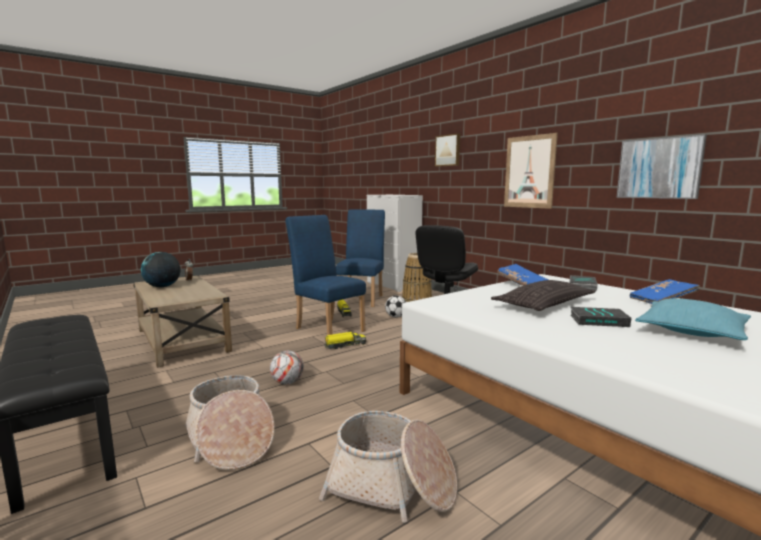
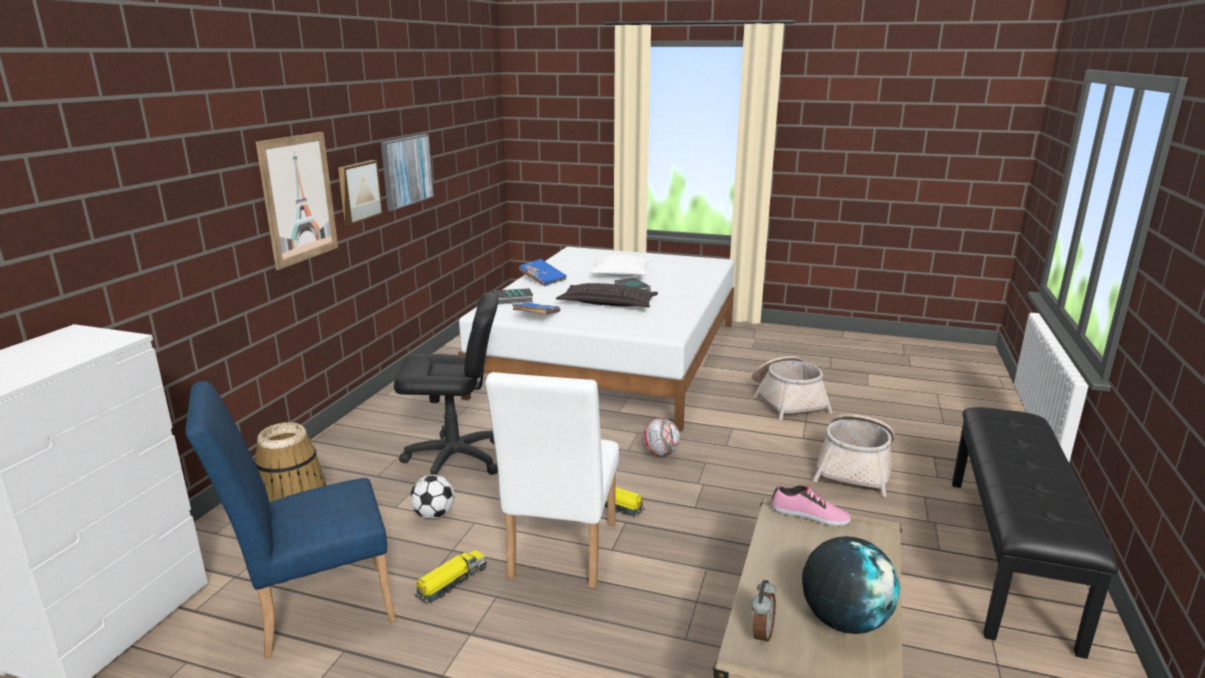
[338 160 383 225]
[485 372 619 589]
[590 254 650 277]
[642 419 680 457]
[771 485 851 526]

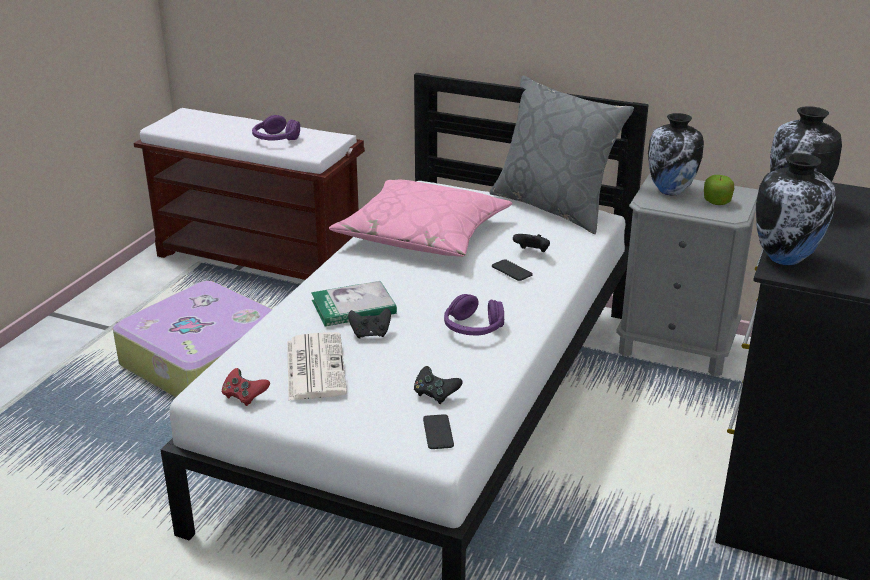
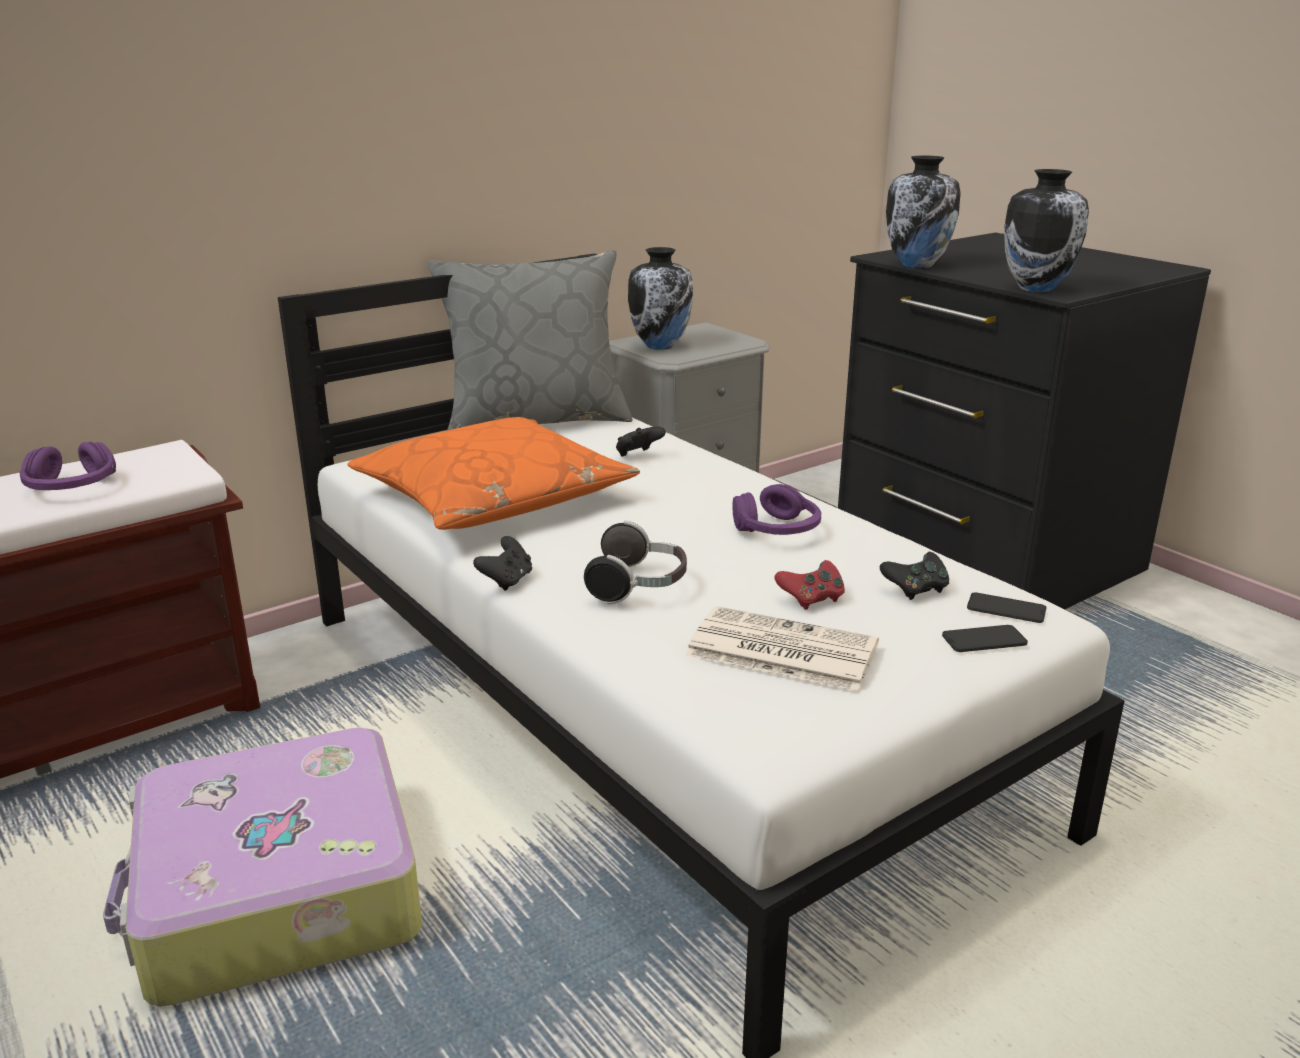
[704 175 734 205] (first image)
[348 417 640 530]
[942 625 1028 652]
[584 521 687 604]
[473 536 532 591]
[774 560 845 610]

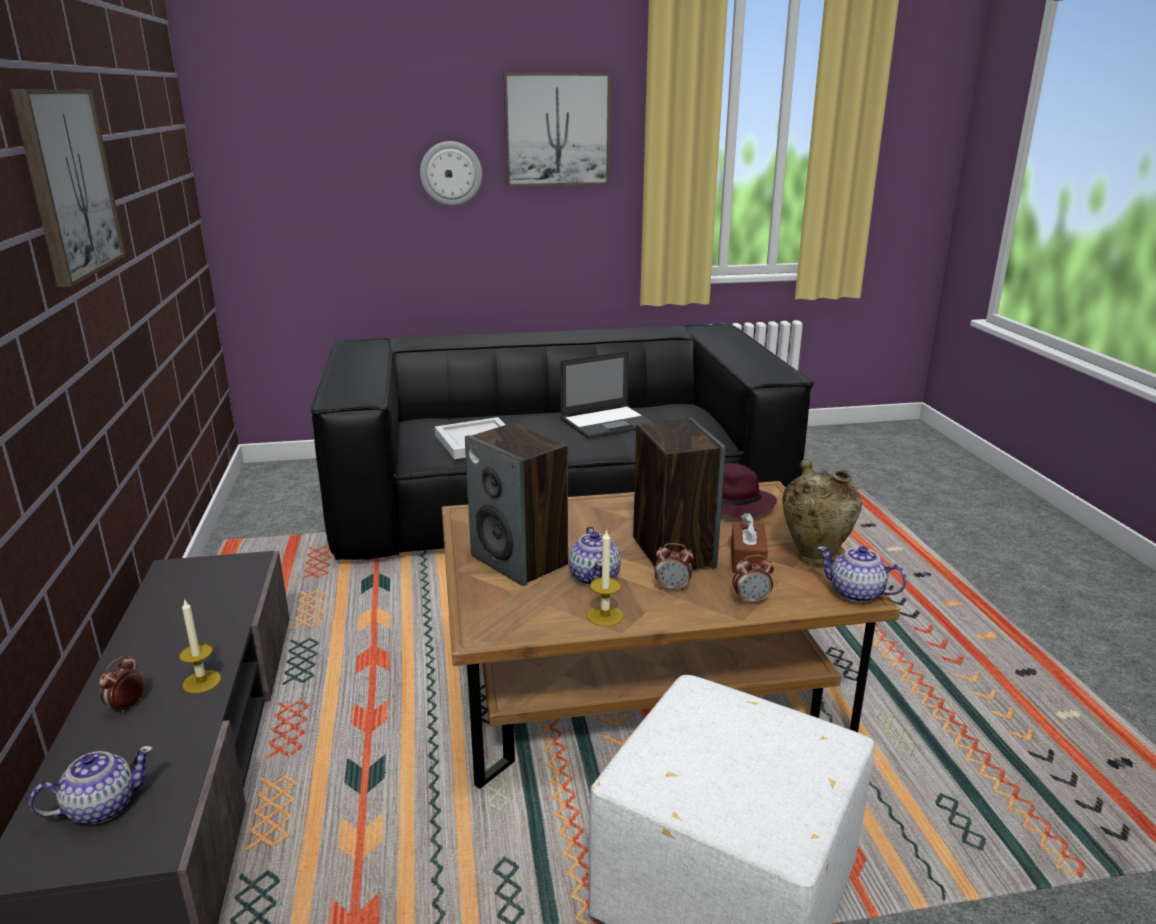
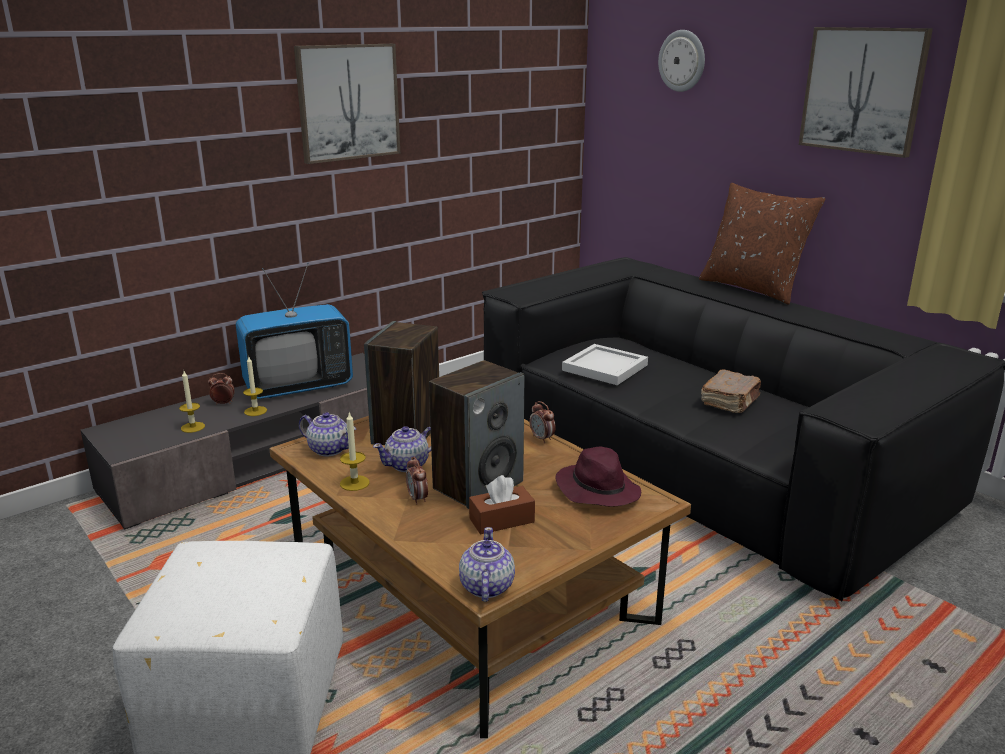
[658 30 705 92]
[701 369 761 413]
[783 459 862 565] (first image)
[529 401 556 443]
[299 412 357 456]
[699 183 825 305]
[236 263 353 399]
[179 371 205 433]

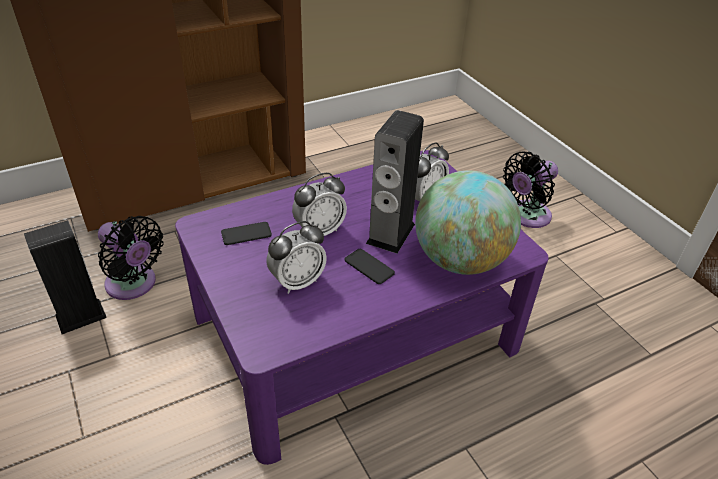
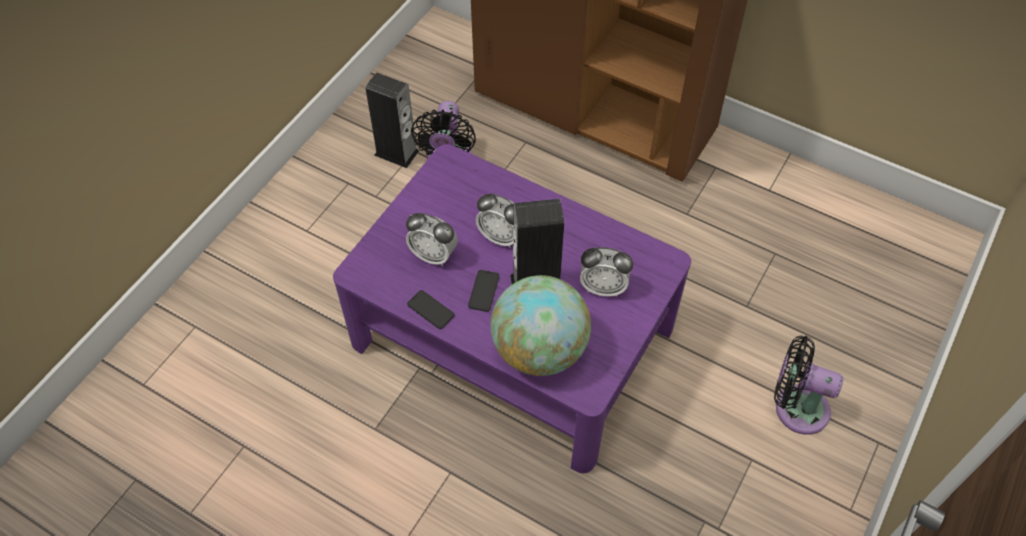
[407 290 455 329]

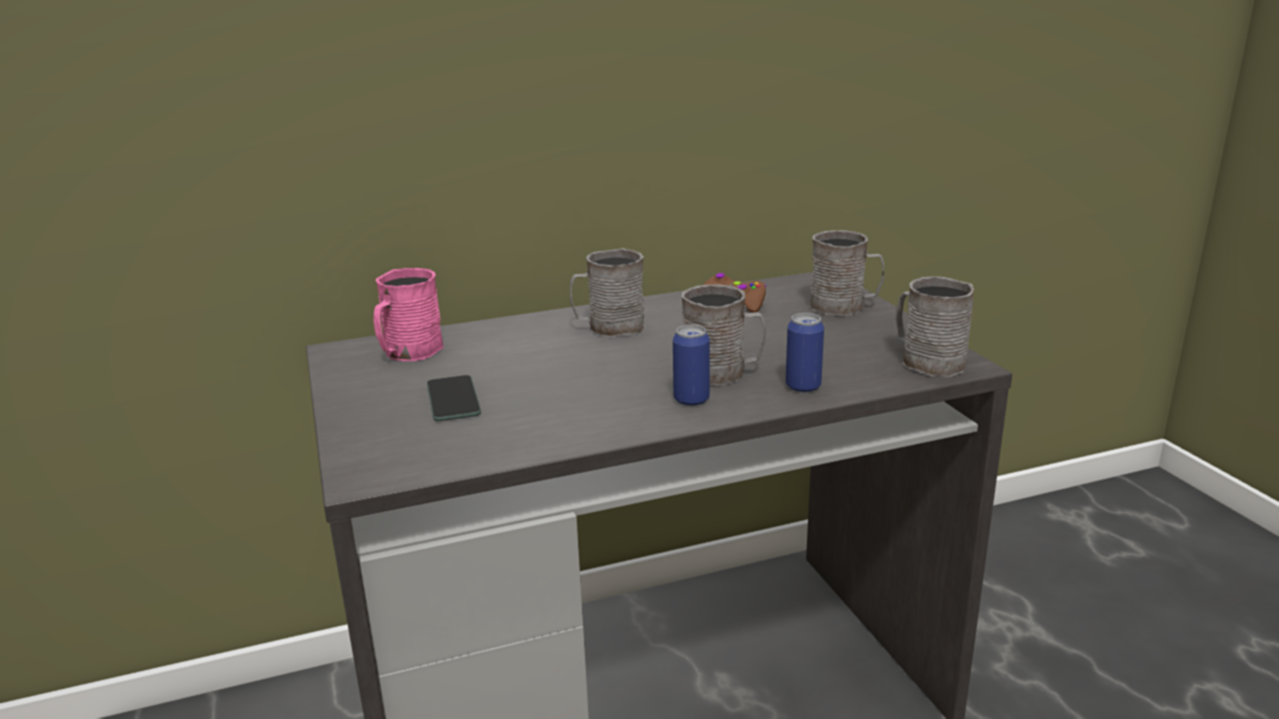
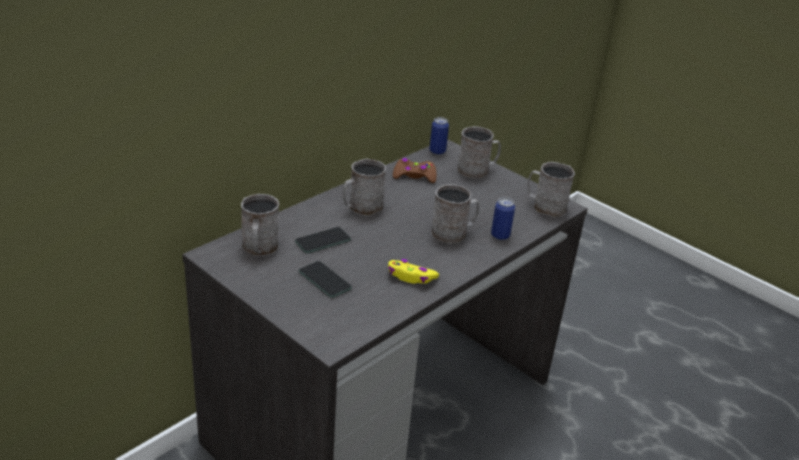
[241 194 279 256]
[429 117 449 155]
[295 227 351 253]
[388 259 439 284]

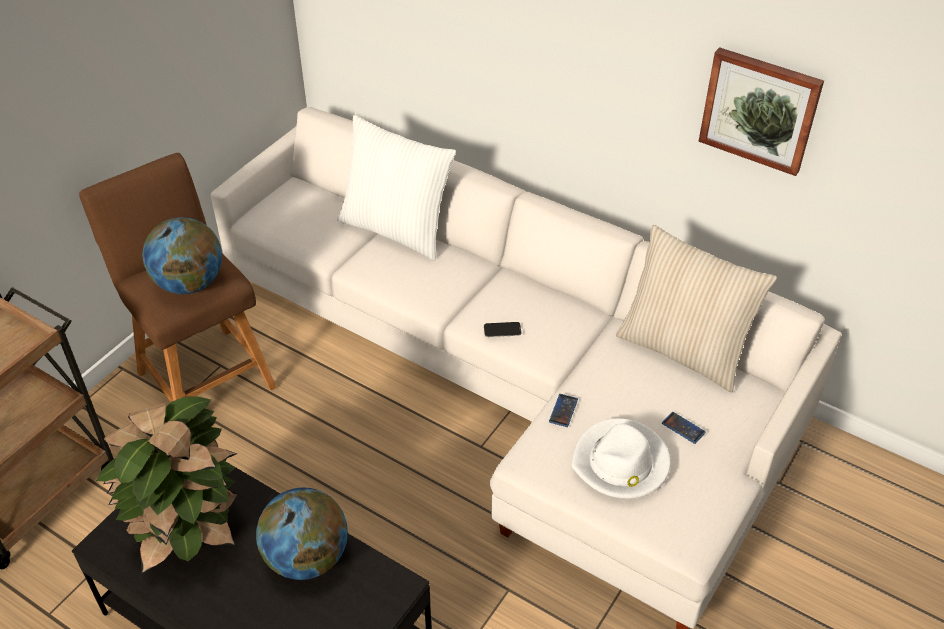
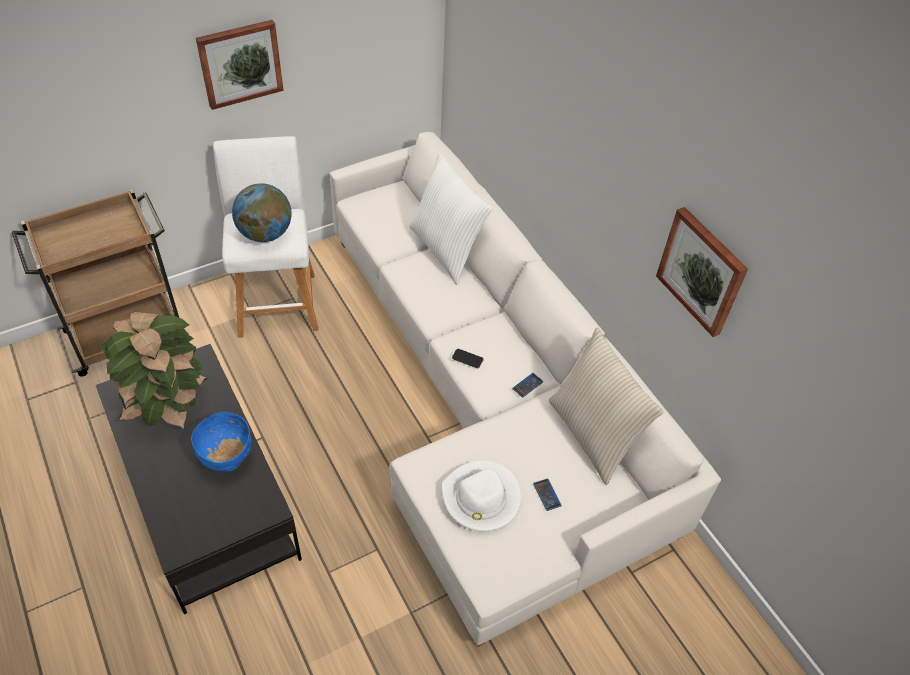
[213 136 319 338]
[512 373 543 398]
[191 412 252 472]
[196 20 284 110]

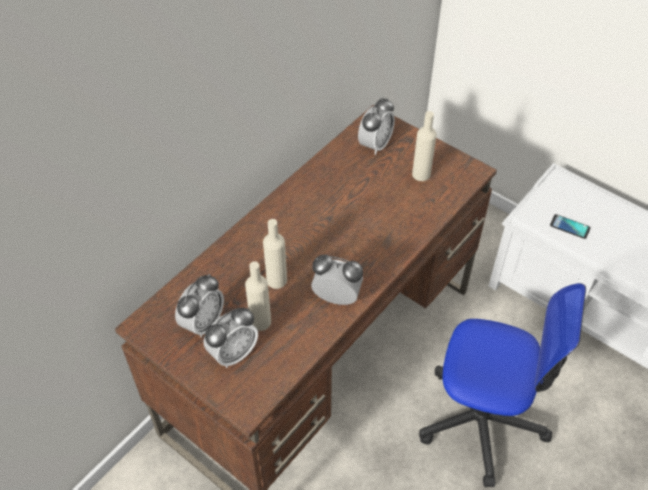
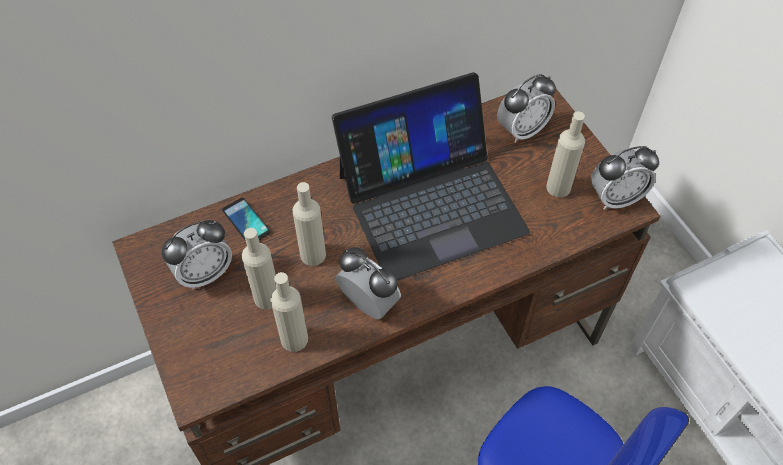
[222 198 271 241]
[591 146 659 210]
[332 72 530 280]
[271 272 308 352]

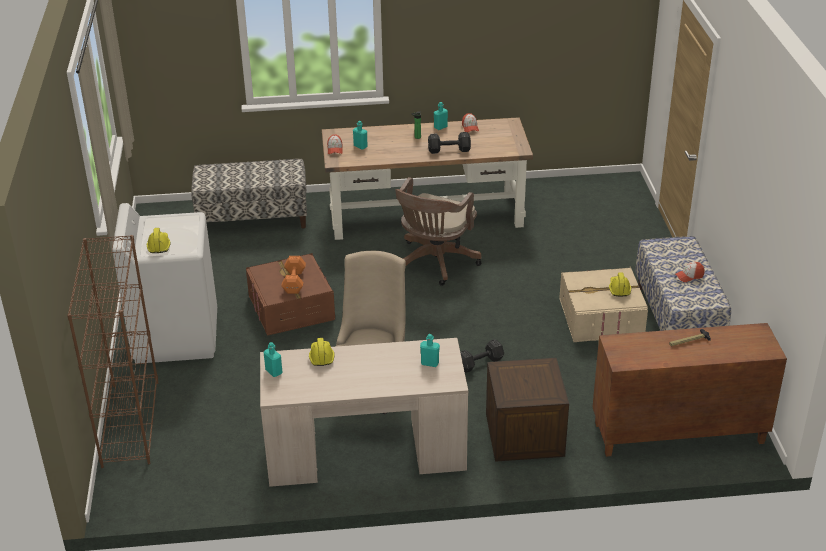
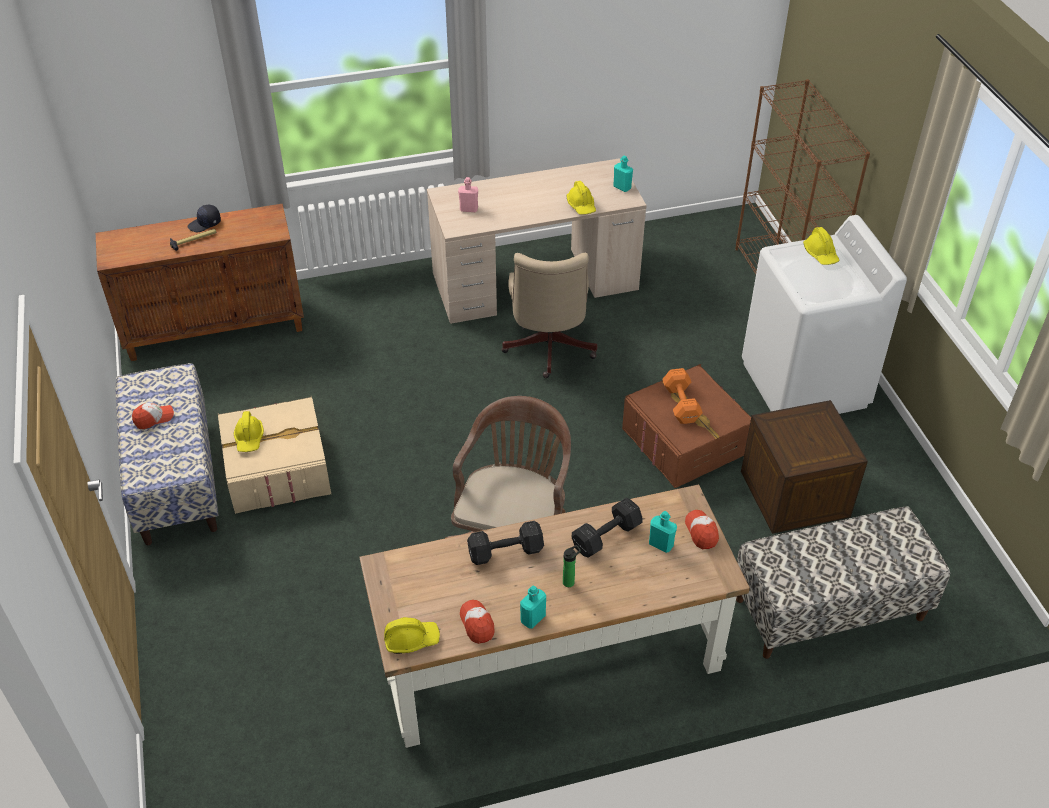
[458 177 478 212]
[571 498 643 558]
[741 400 868 534]
[187 205 221 233]
[384 617 440 654]

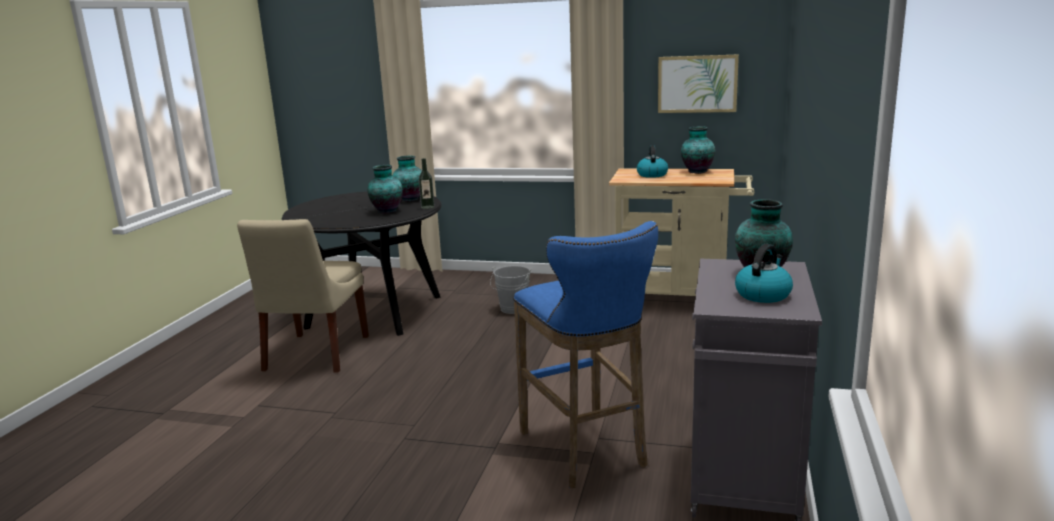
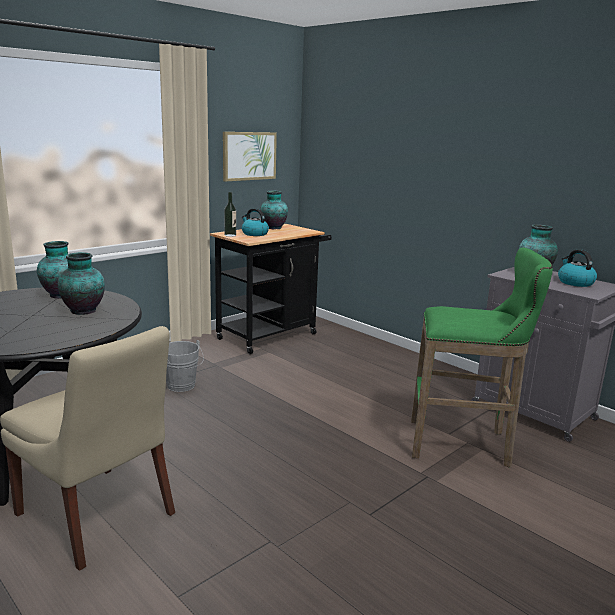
[224 192 236 237]
[210 224 332 354]
[411 247 553 468]

